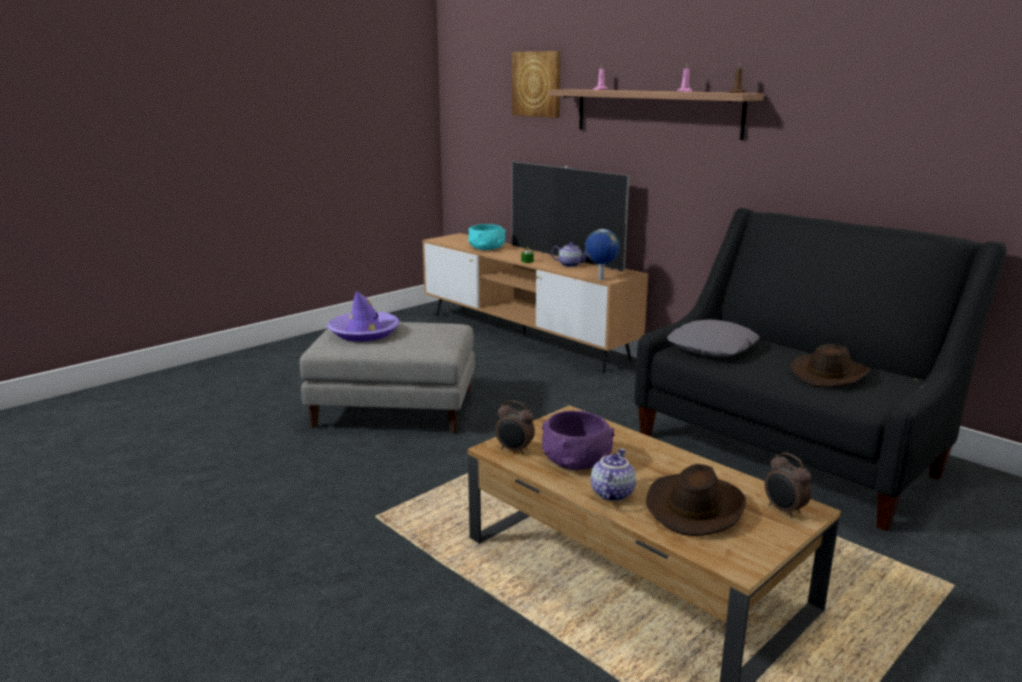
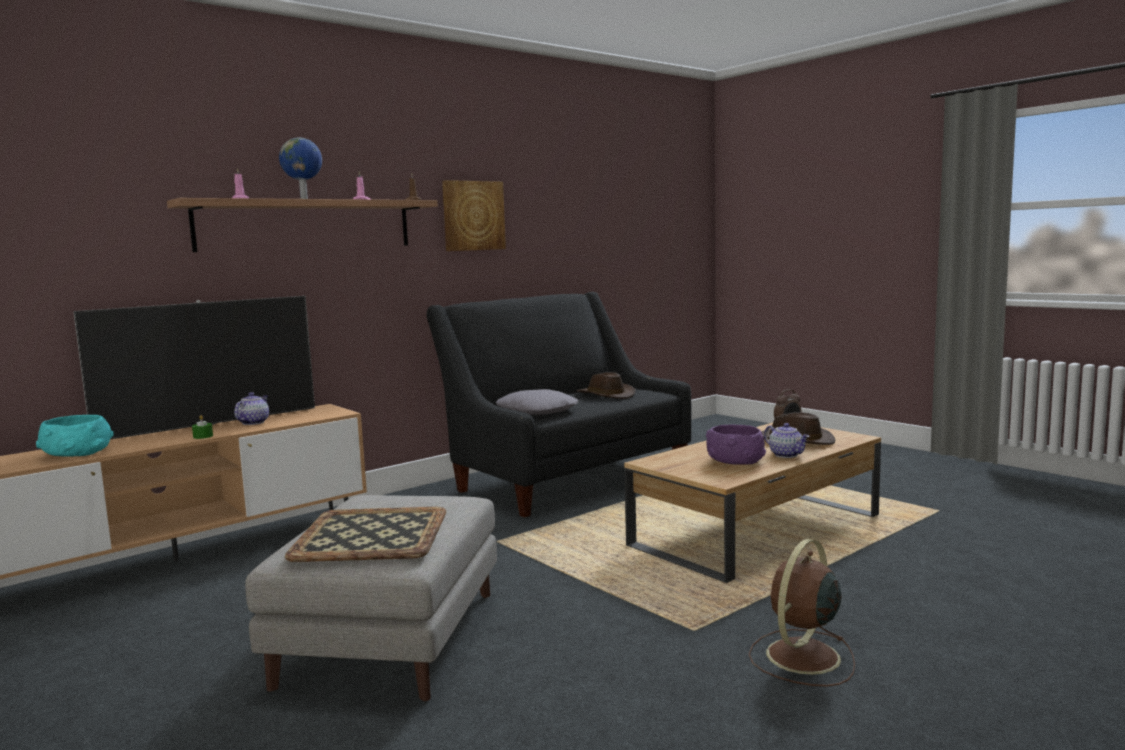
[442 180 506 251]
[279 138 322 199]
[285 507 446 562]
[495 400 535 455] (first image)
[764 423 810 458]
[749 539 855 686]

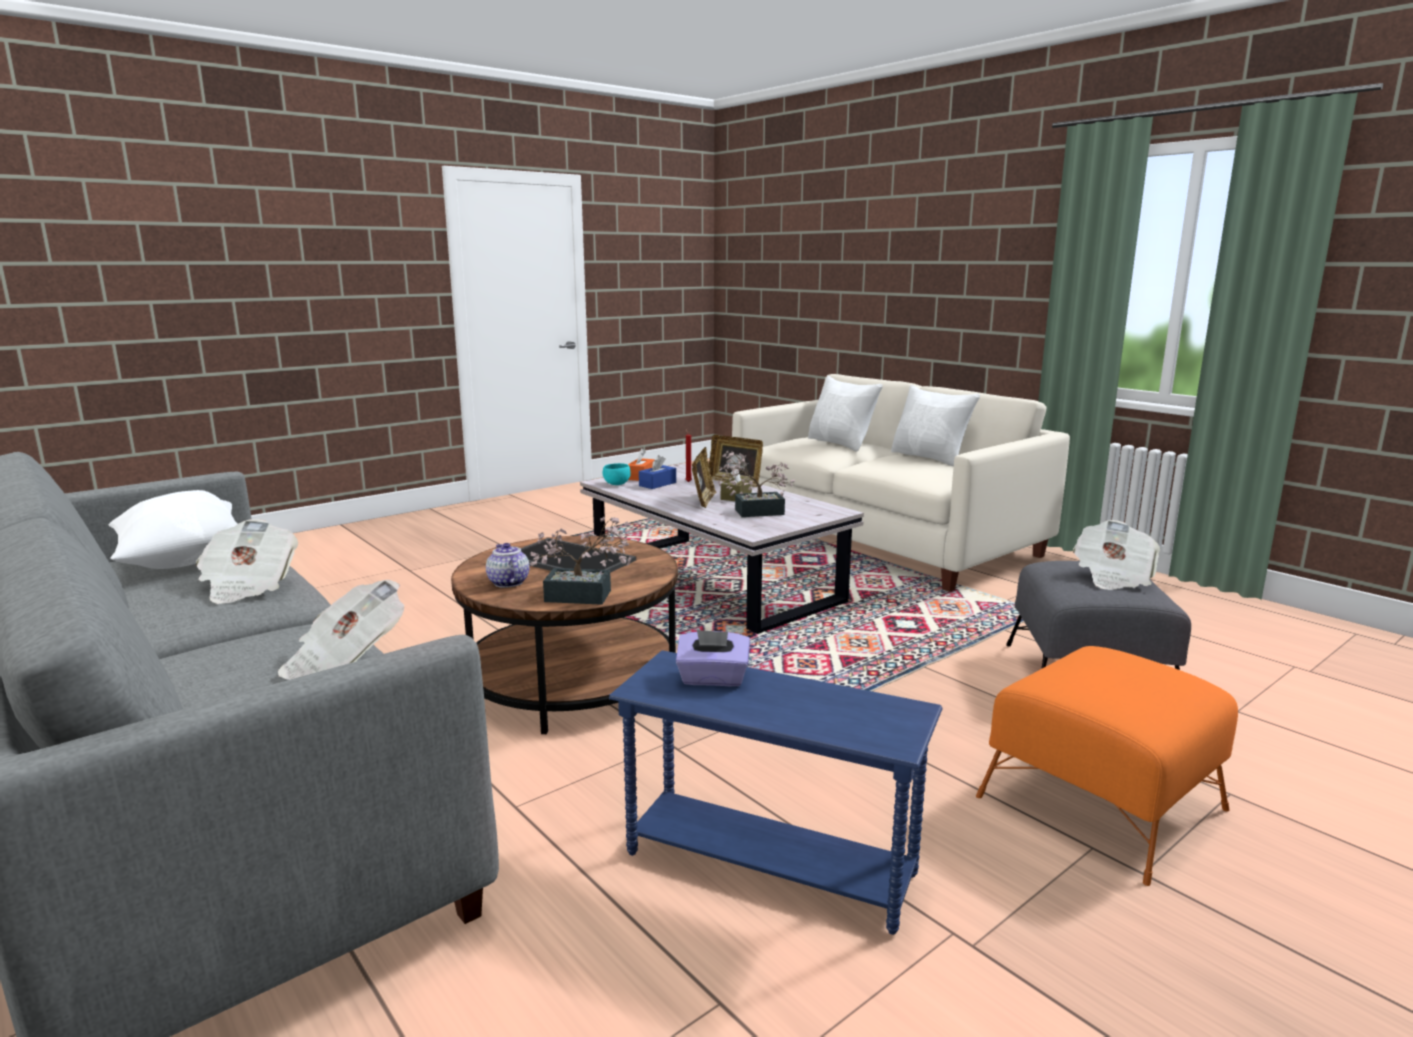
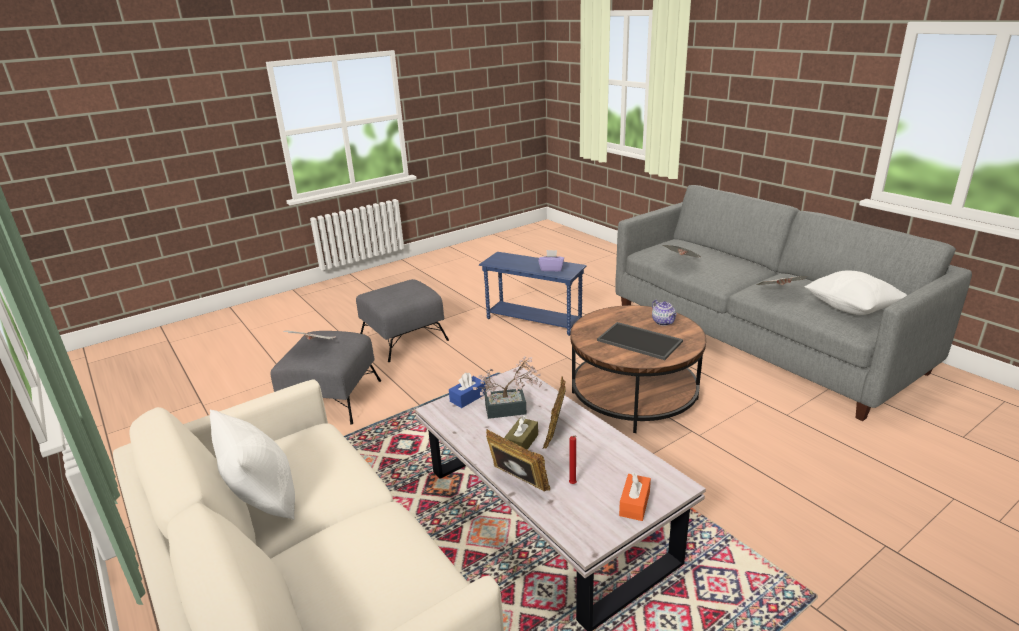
[808 376 883 451] (first image)
[449 373 486 408]
[603 463 631 485] (first image)
[529 517 632 605] (first image)
[356 279 449 362]

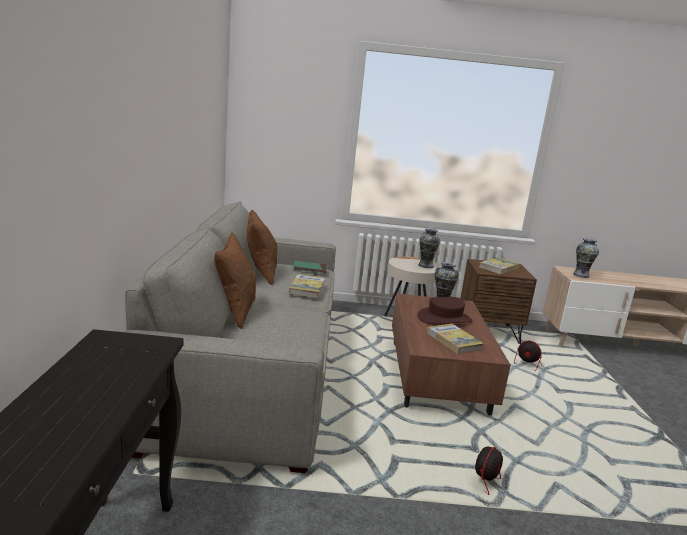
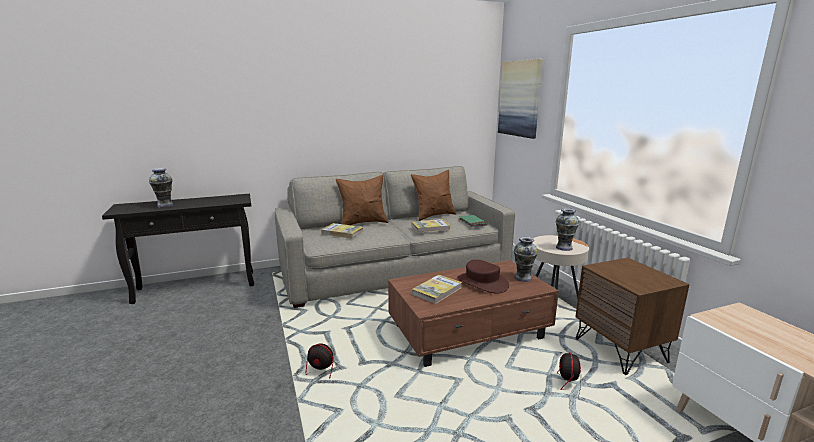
[149 168 174 208]
[321 223 363 239]
[498 59 543 139]

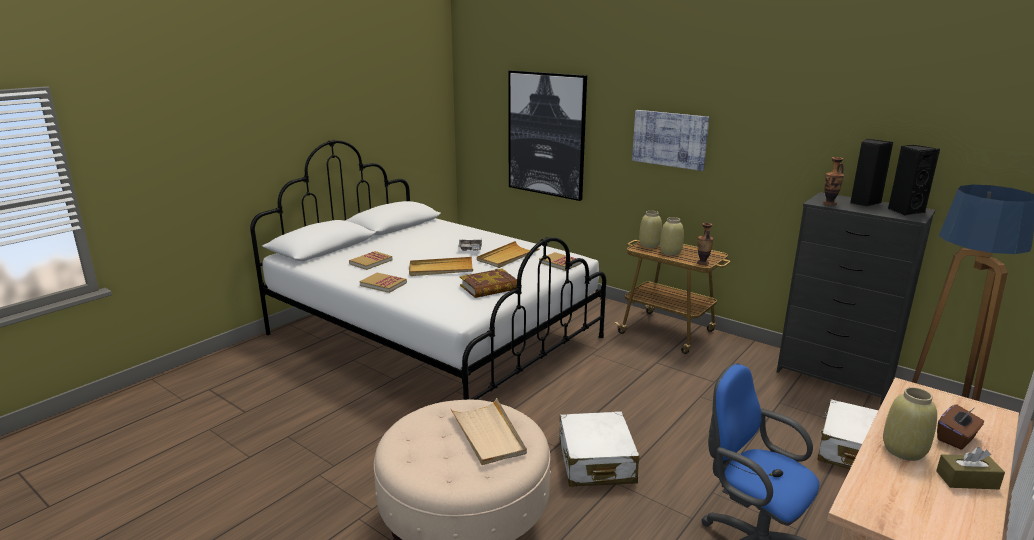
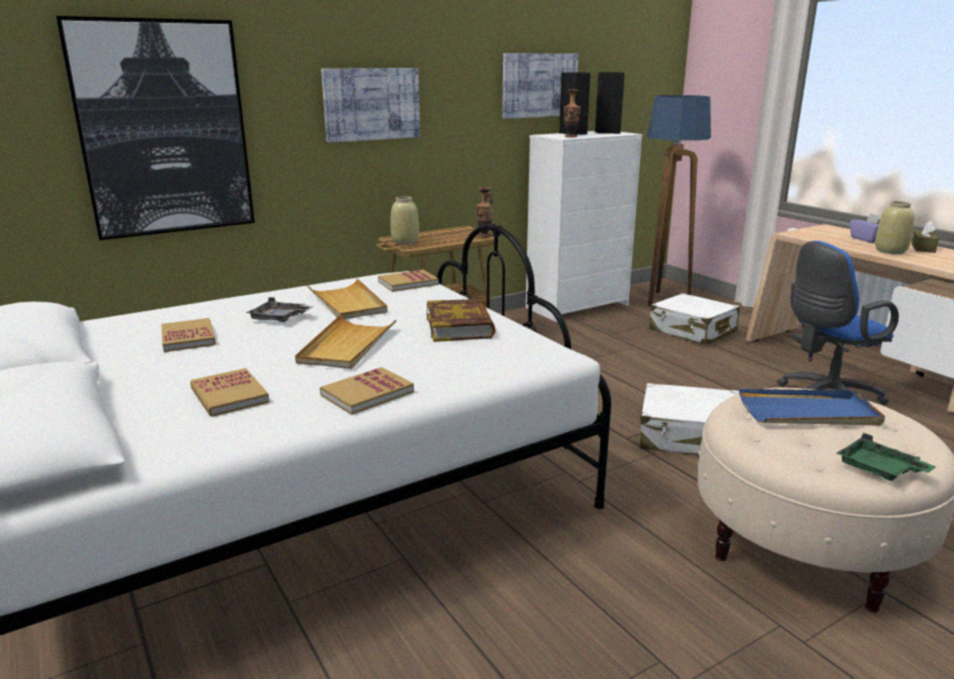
[526 131 643 322]
[660 217 684 255] (first image)
[739 389 885 426]
[850 213 881 243]
[502 53 579 119]
[161 318 216 352]
[837 433 936 481]

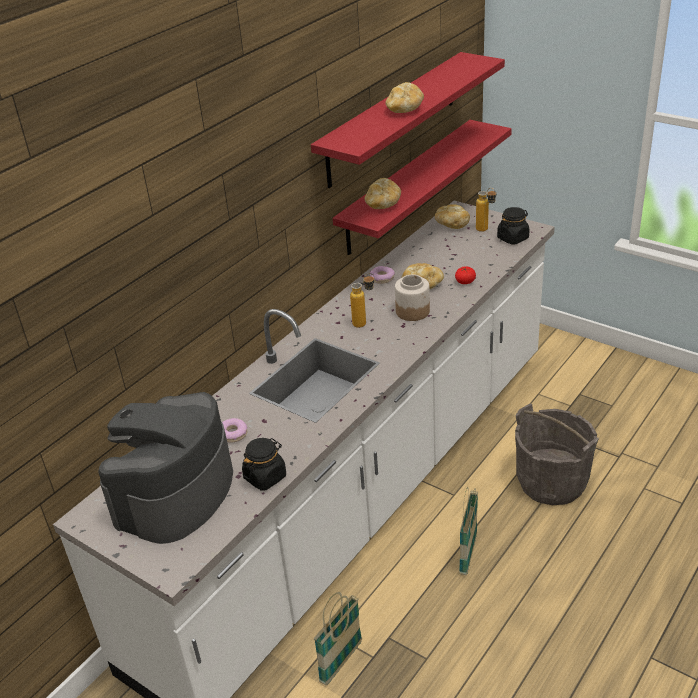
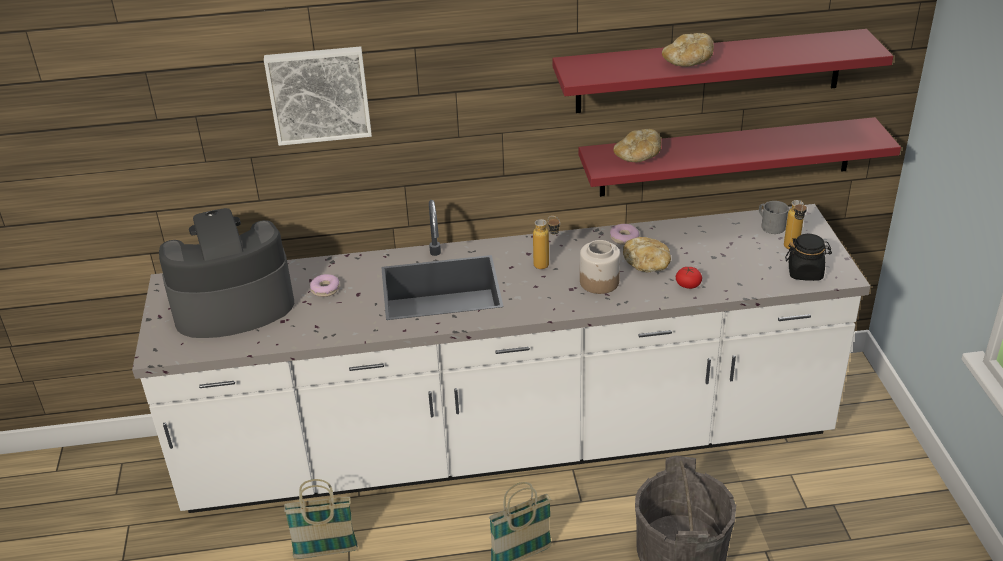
[759 201 789 234]
[242 438 286 490] (first image)
[264 46 372 146]

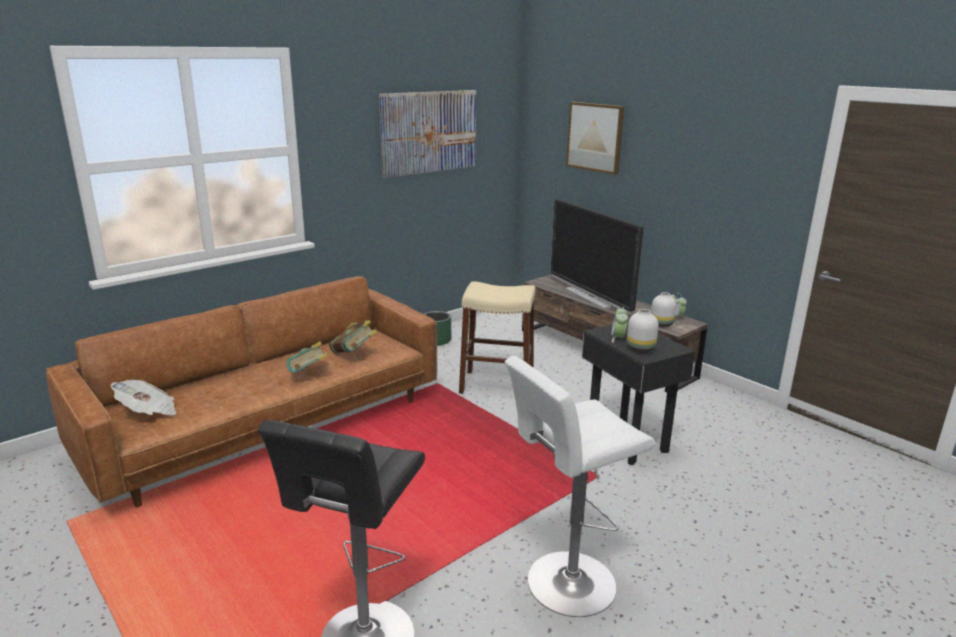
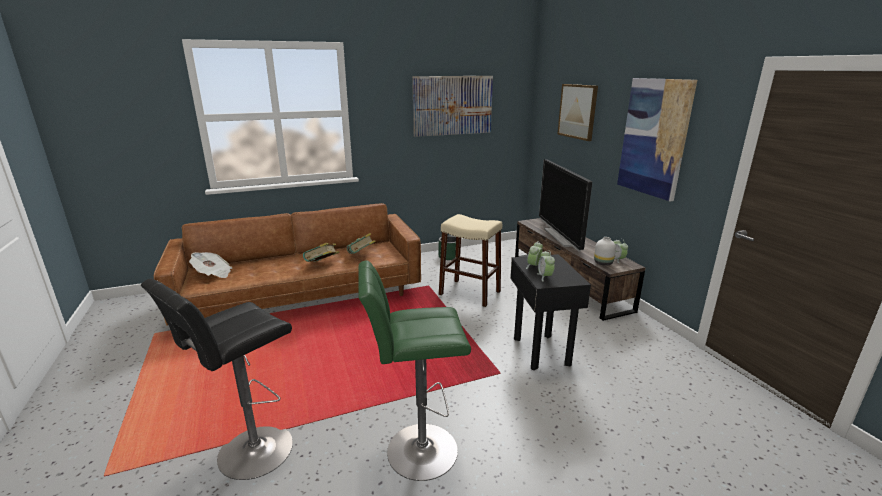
[537 250 555 282]
[358 260 471 481]
[617 78 697 201]

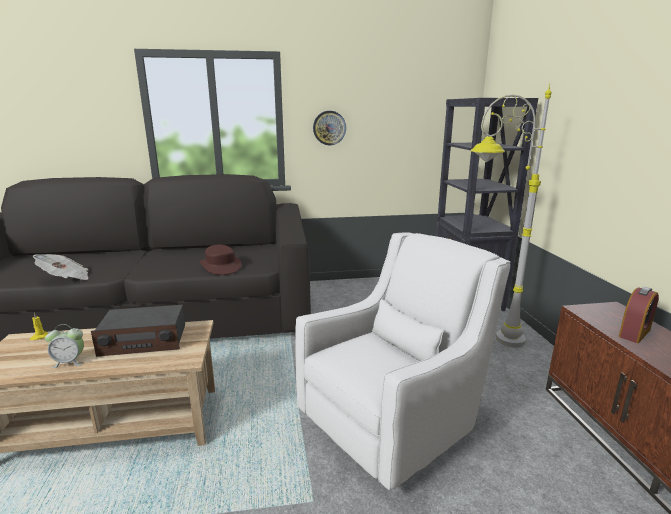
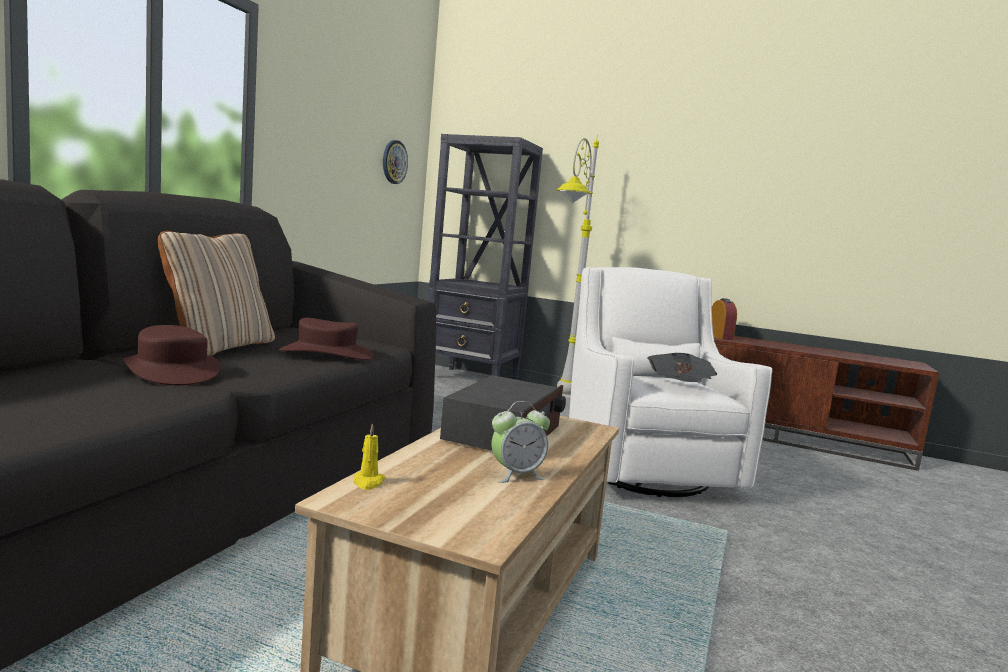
[383 140 408 184]
[647 353 717 382]
[492 401 550 483]
[158 231 275 356]
[123 325 221 385]

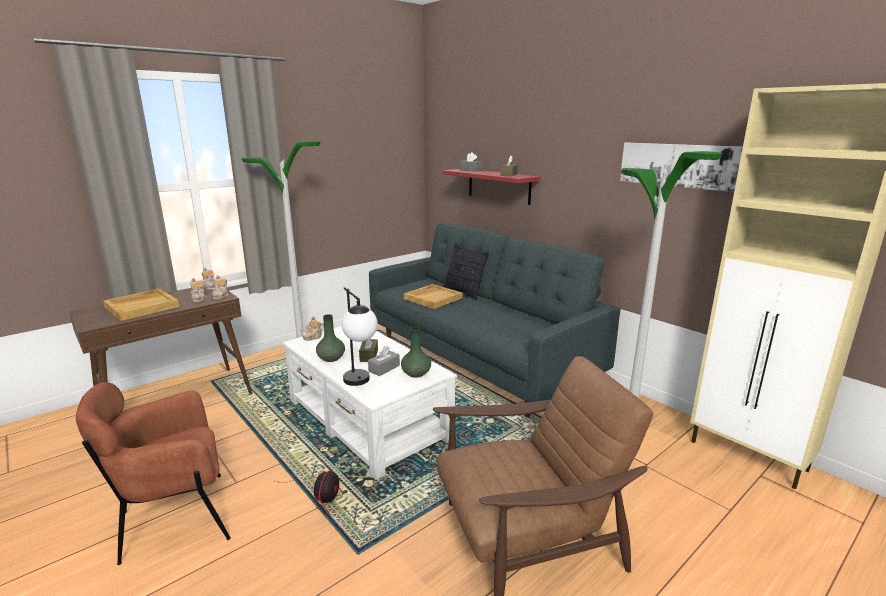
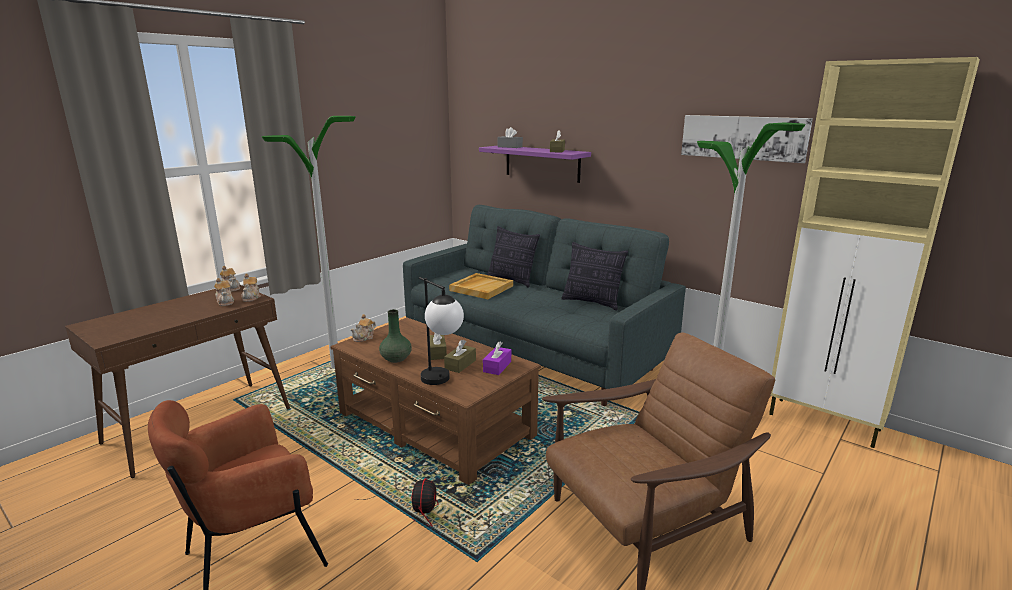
[479 146 591 183]
[103 288 180 321] (first image)
[330 318 541 485]
[483 342 511 375]
[444 340 476 373]
[561 242 628 311]

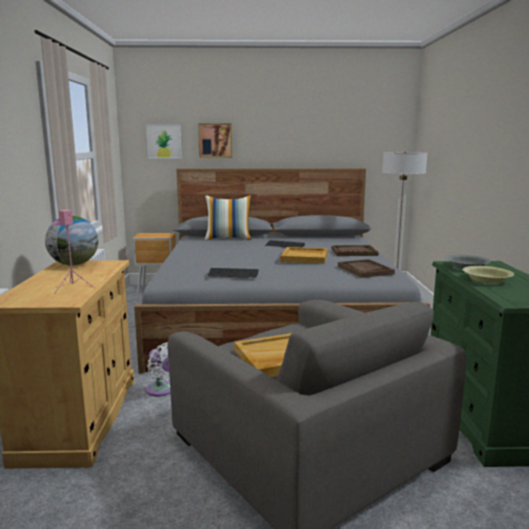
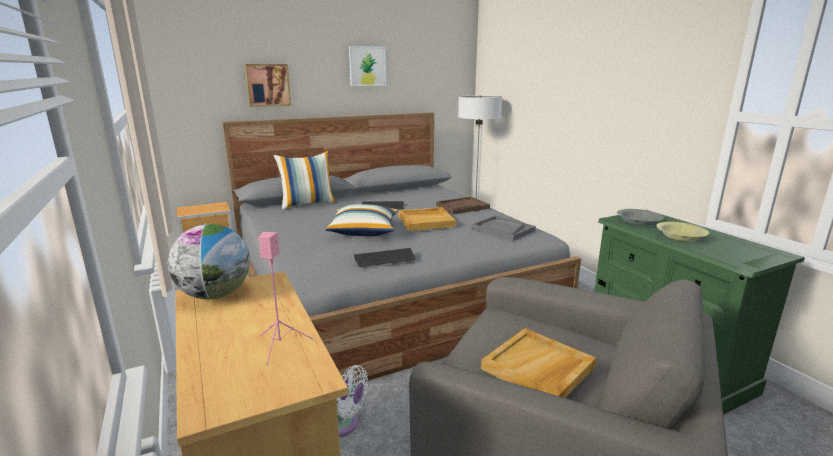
[349 46 386 86]
[472 216 536 240]
[325 204 398 236]

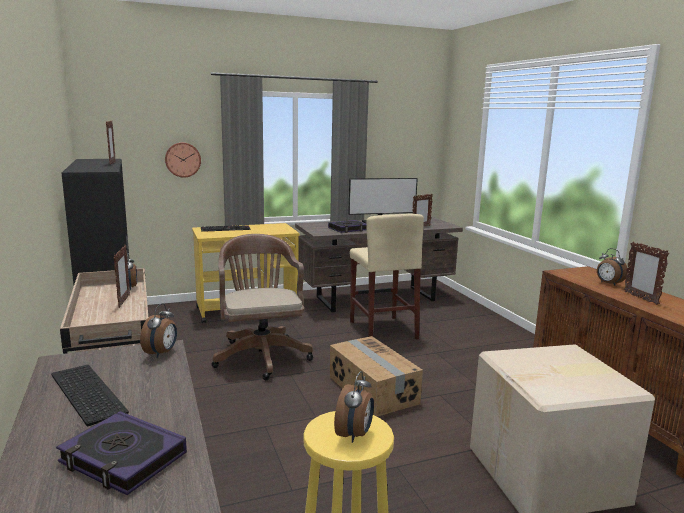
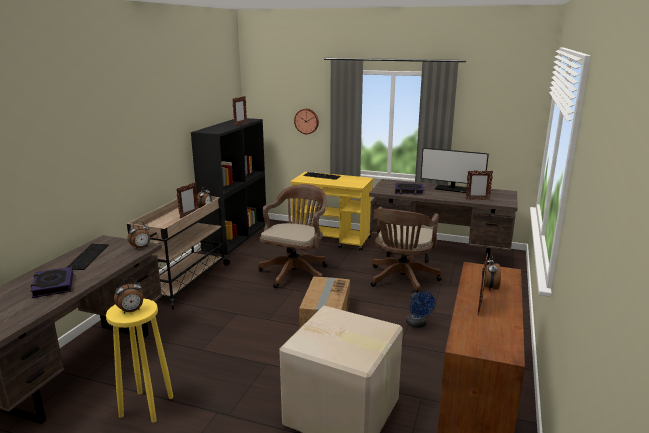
[371 207 441 293]
[406 291 435 328]

